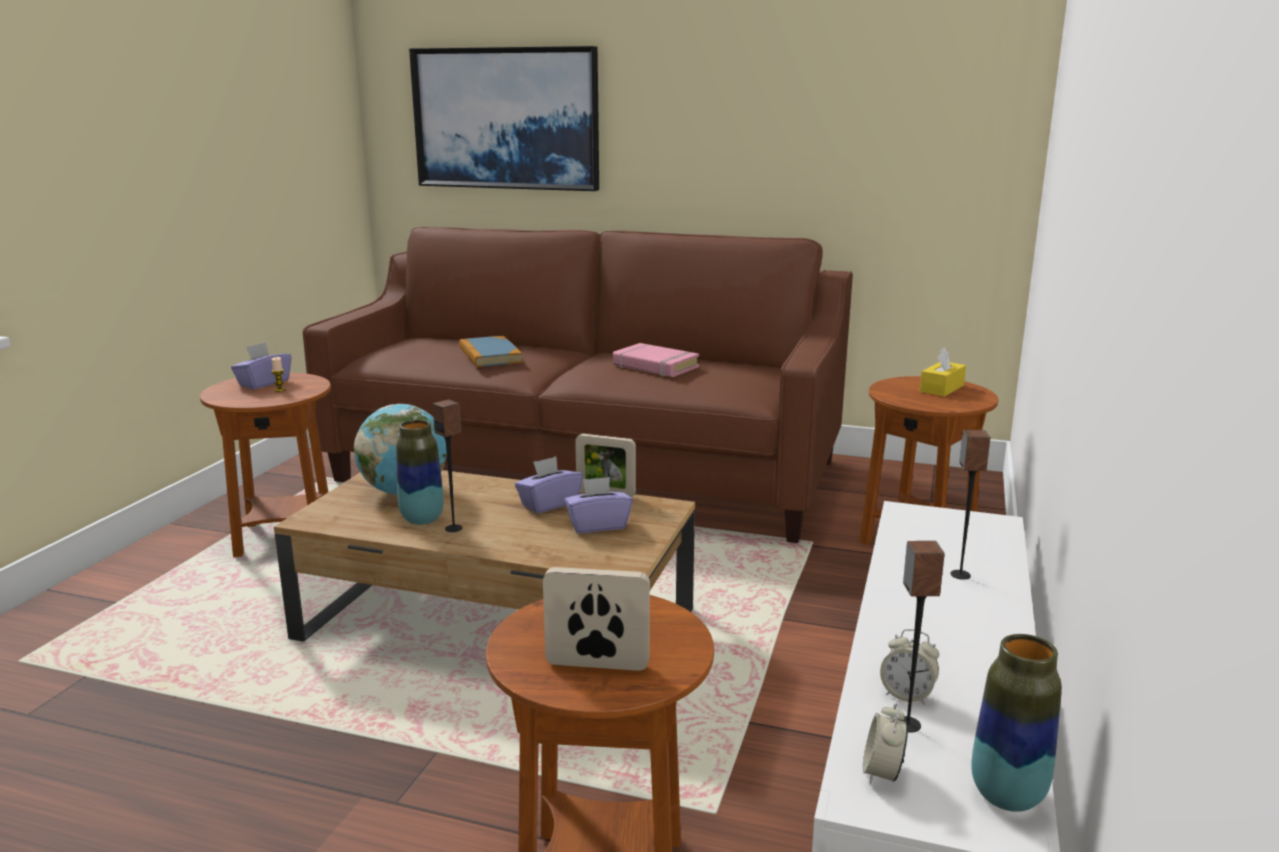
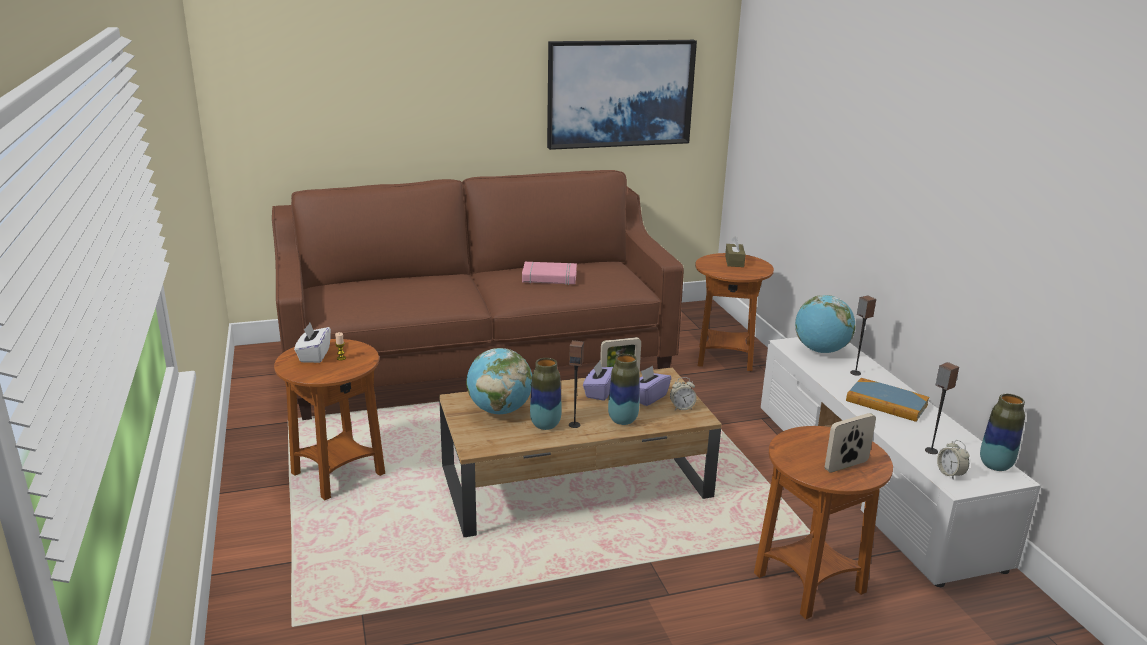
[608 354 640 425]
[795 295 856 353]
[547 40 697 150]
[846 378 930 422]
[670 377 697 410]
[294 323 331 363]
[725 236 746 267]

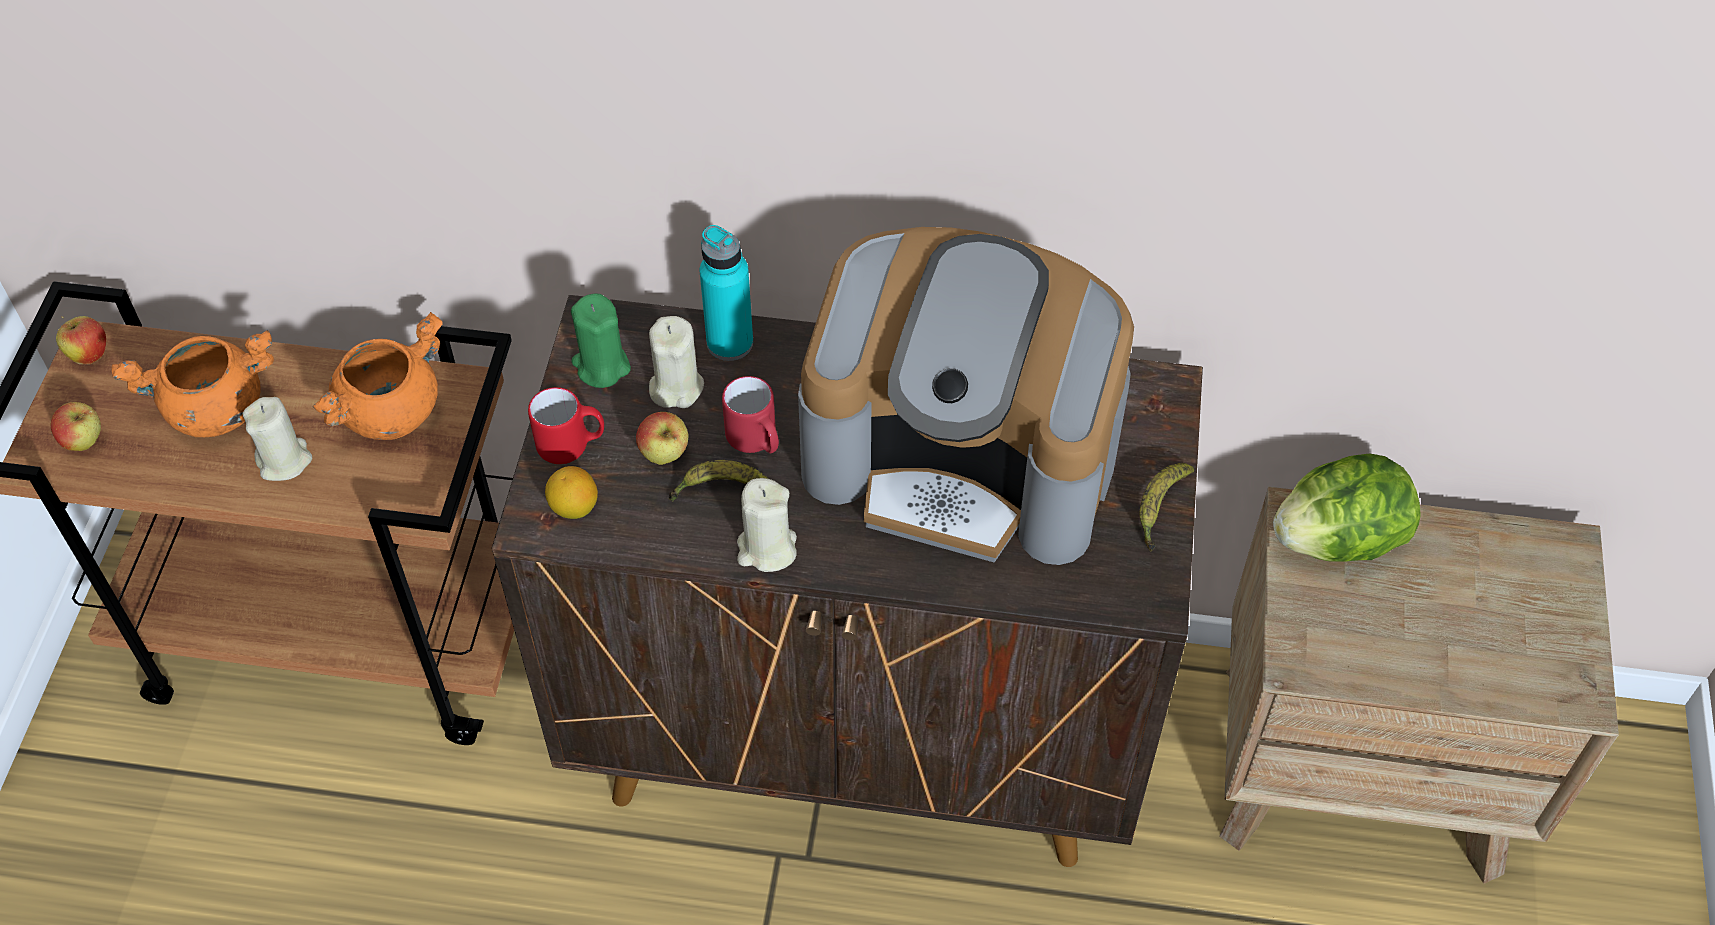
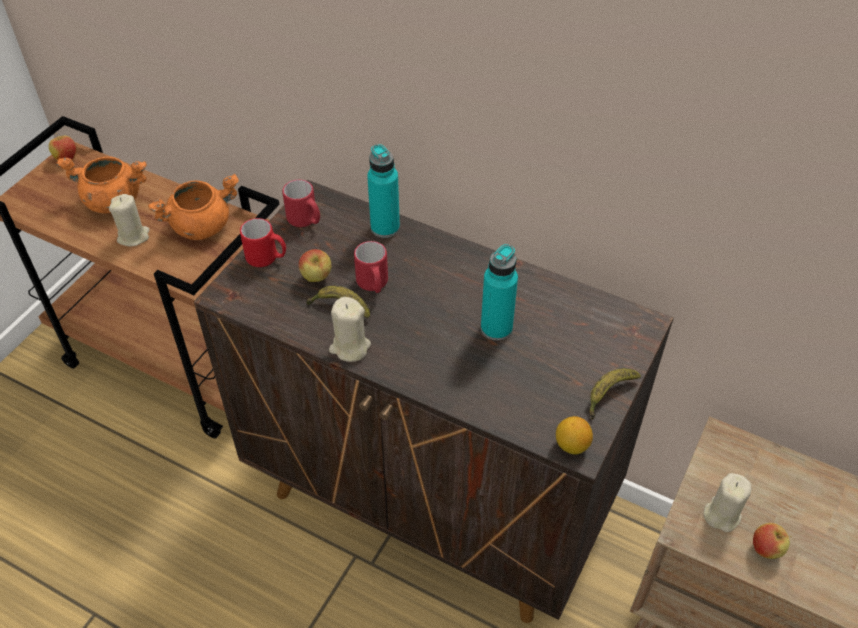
[1273 453 1421 562] (first image)
[753 523 792 559]
[556 416 593 454]
[704 473 751 532]
[282 180 320 227]
[481 244 518 341]

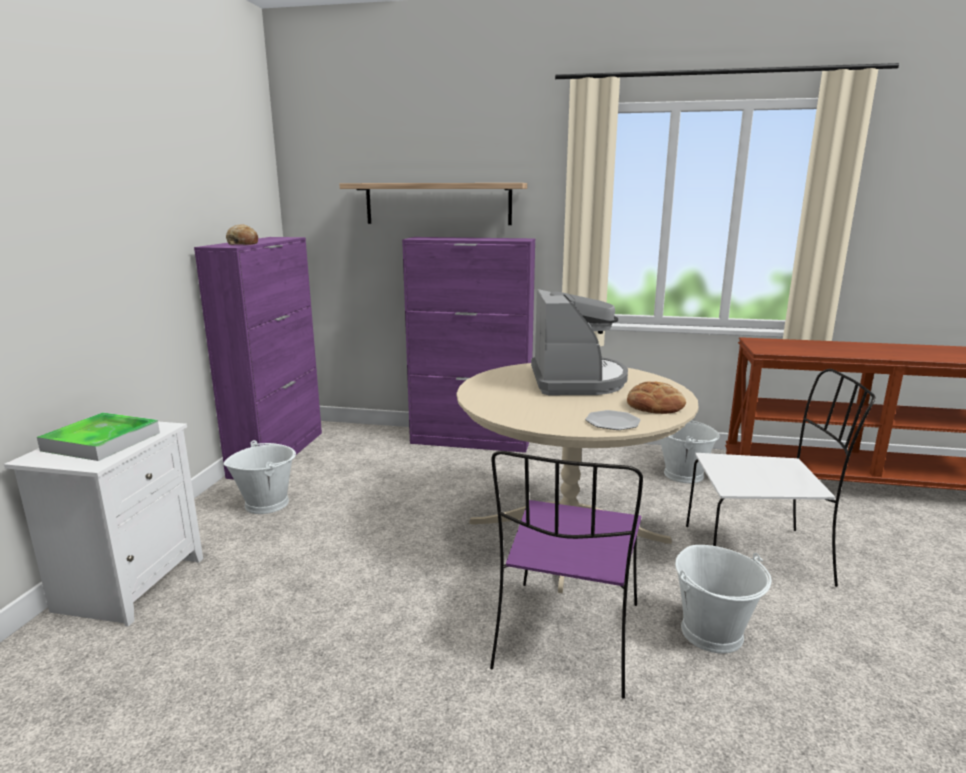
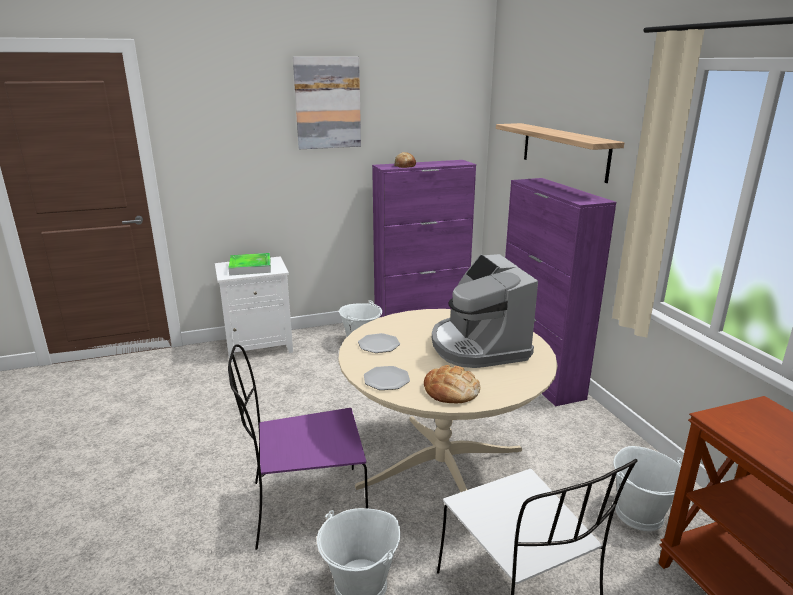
[293 57 361 149]
[358 333 400 353]
[432 254 538 368]

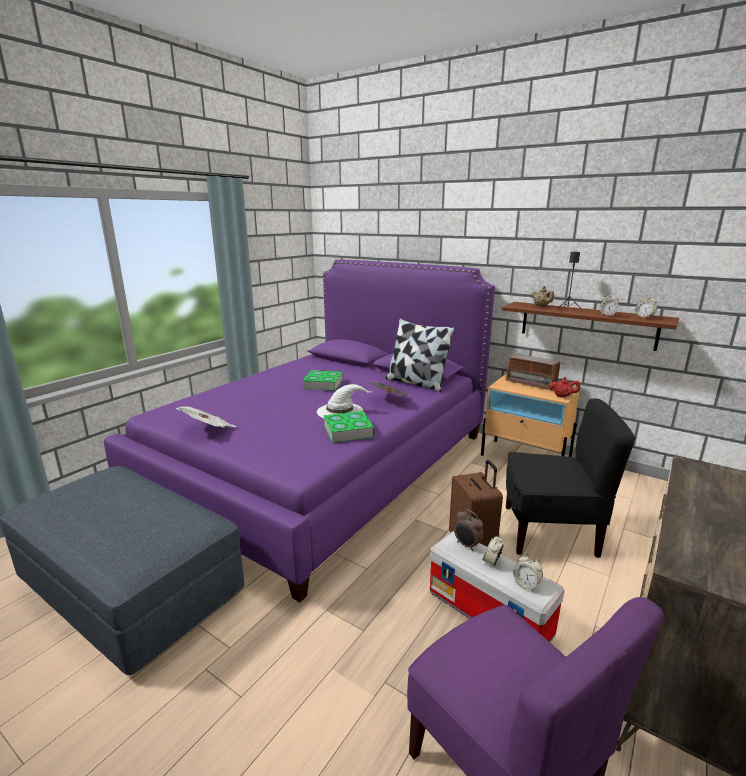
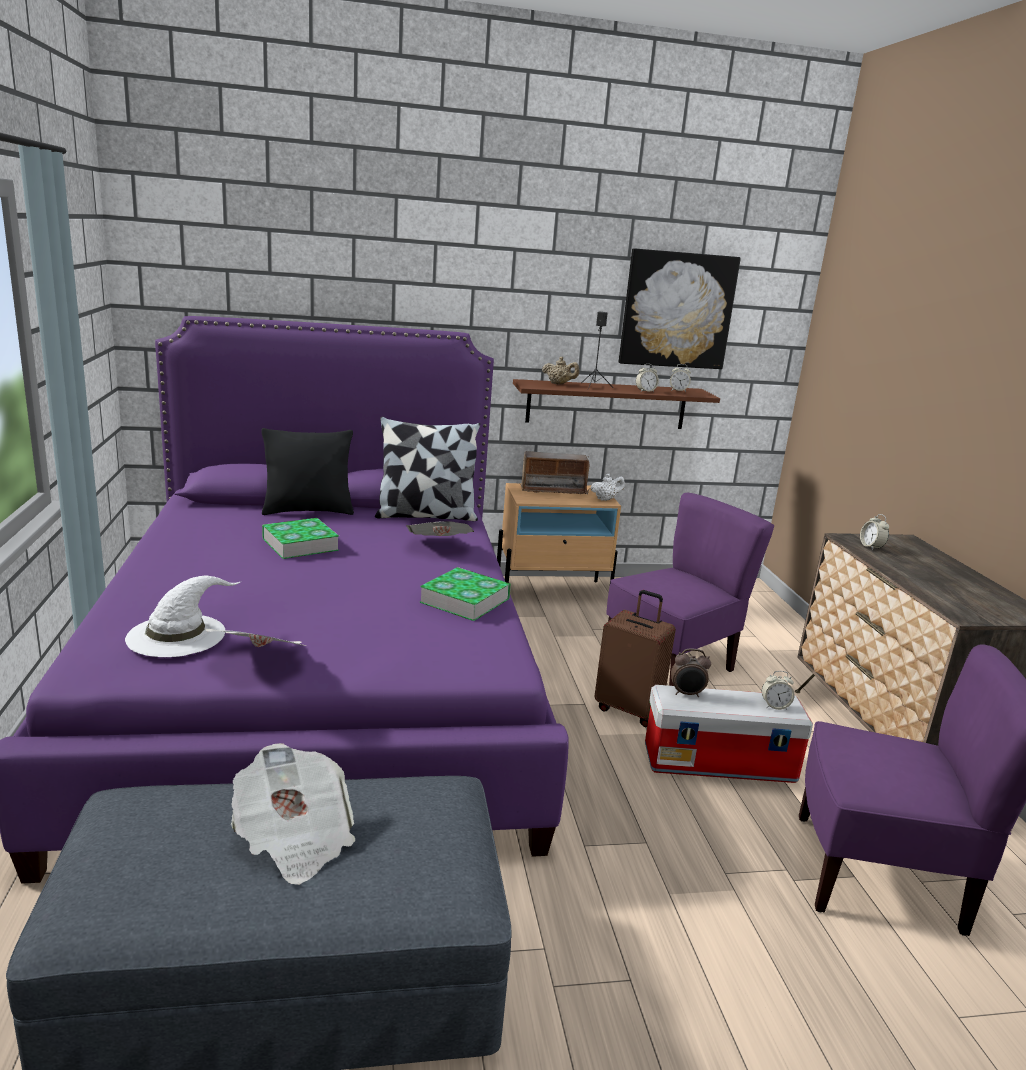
[231 743 355 885]
[261 428 354 515]
[619 248 741 369]
[125 575 240 657]
[860 514 889 551]
[606 493 774 686]
[590 474 625 501]

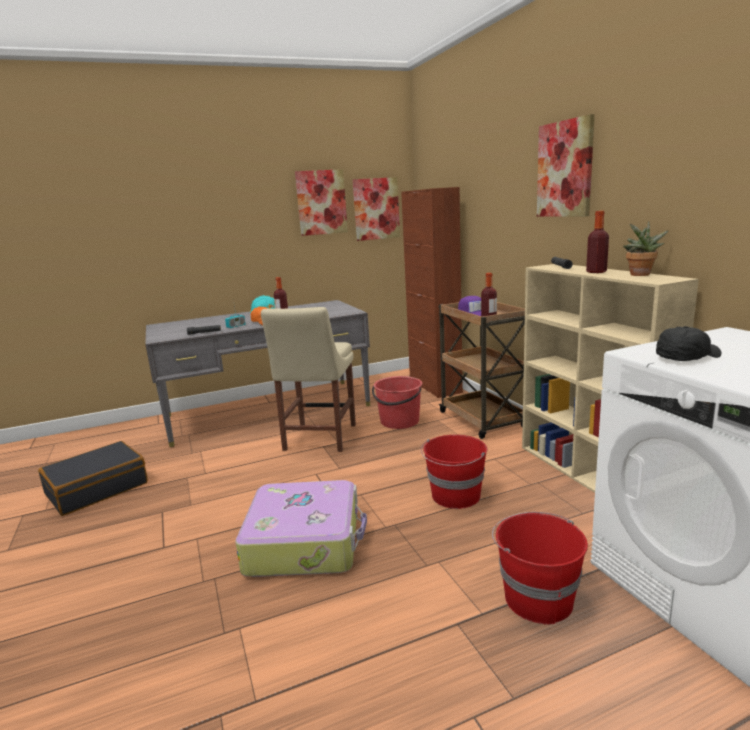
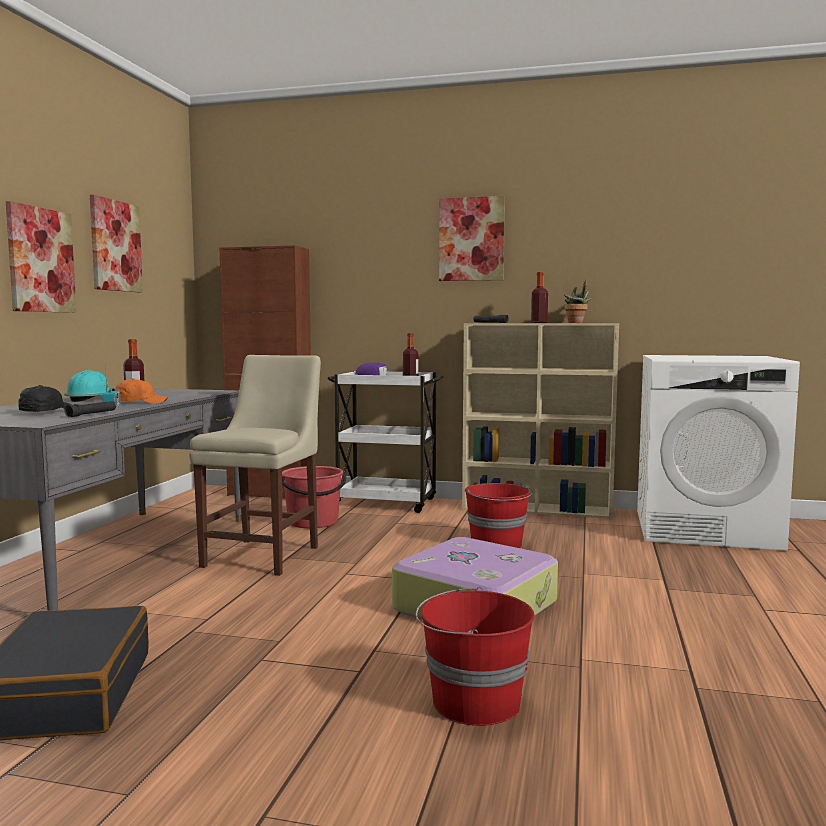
[6 201 76 313]
[416 587 535 726]
[18 385 71 412]
[327 371 444 513]
[189 355 321 576]

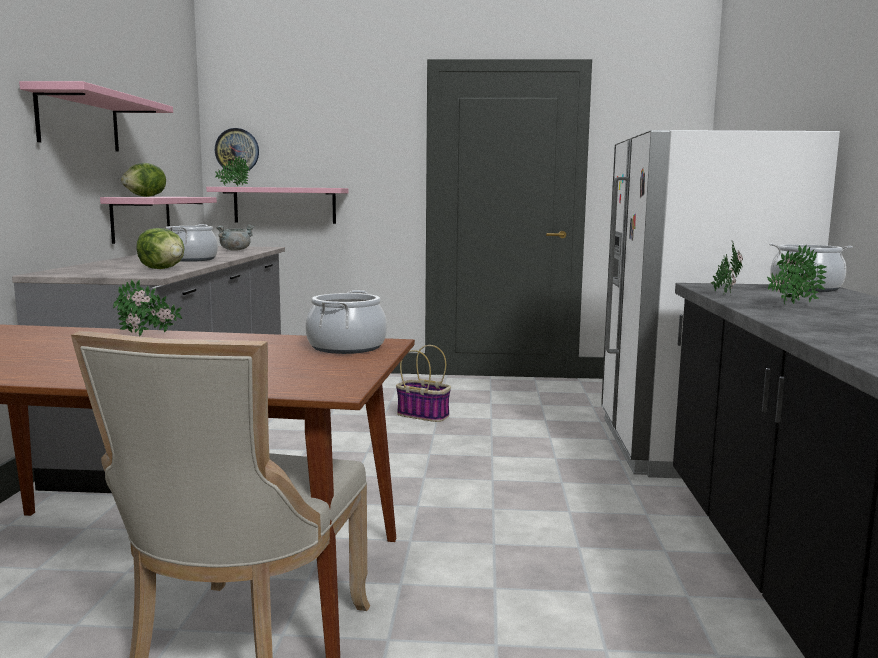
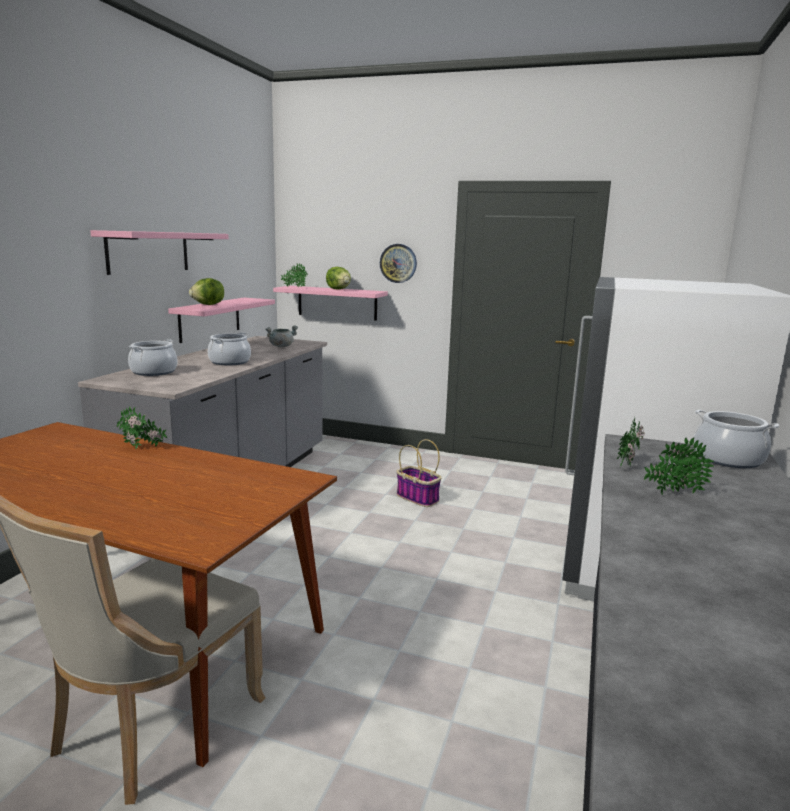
[326 267 351 290]
[380 244 417 283]
[128 339 178 376]

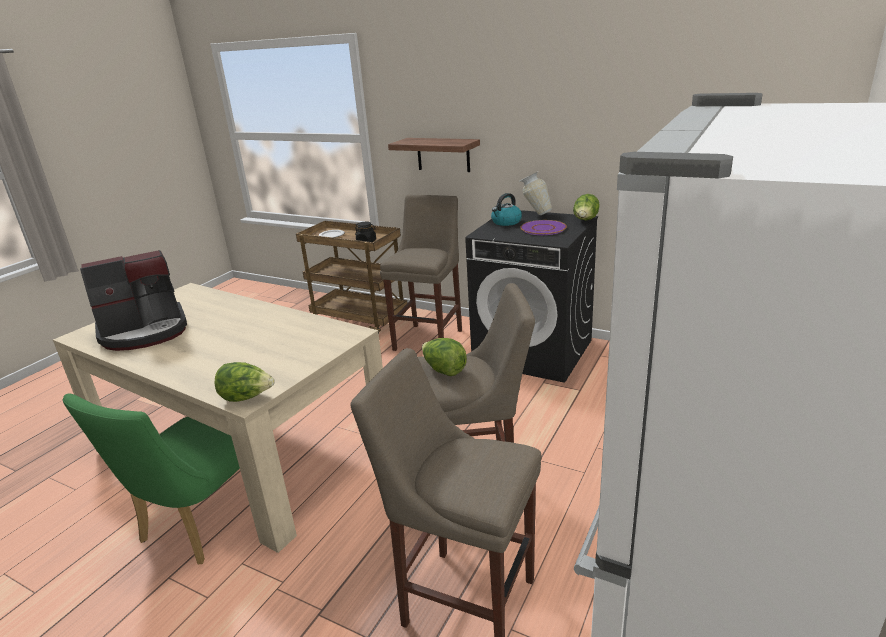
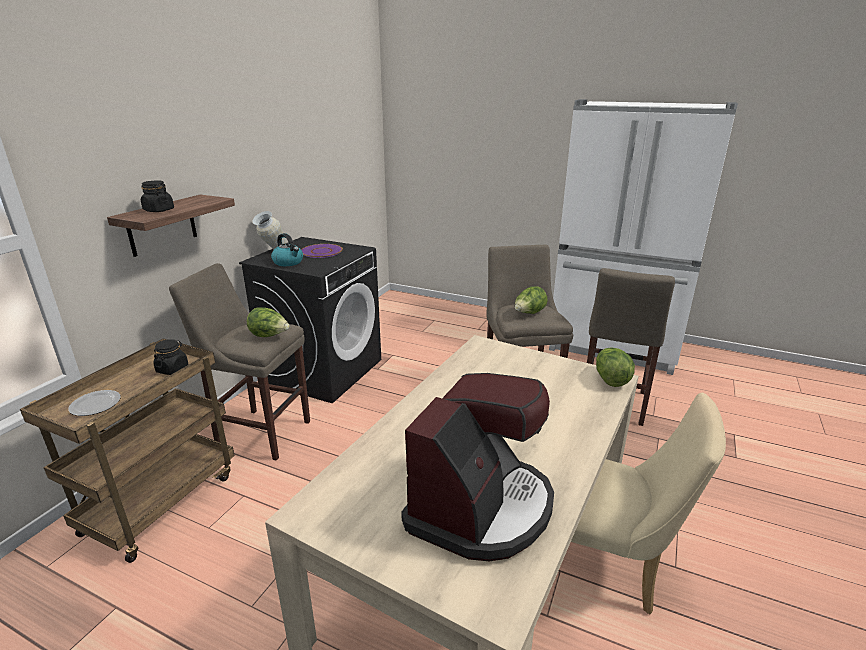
[141 181 174 212]
[247 307 290 337]
[571 393 726 615]
[401 373 554 561]

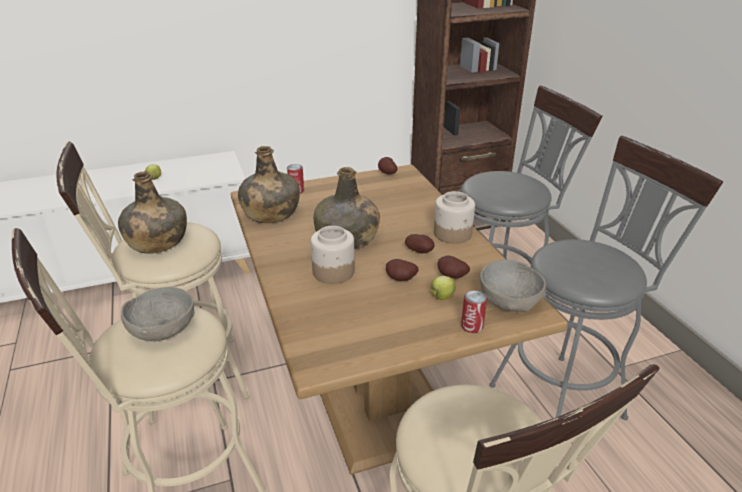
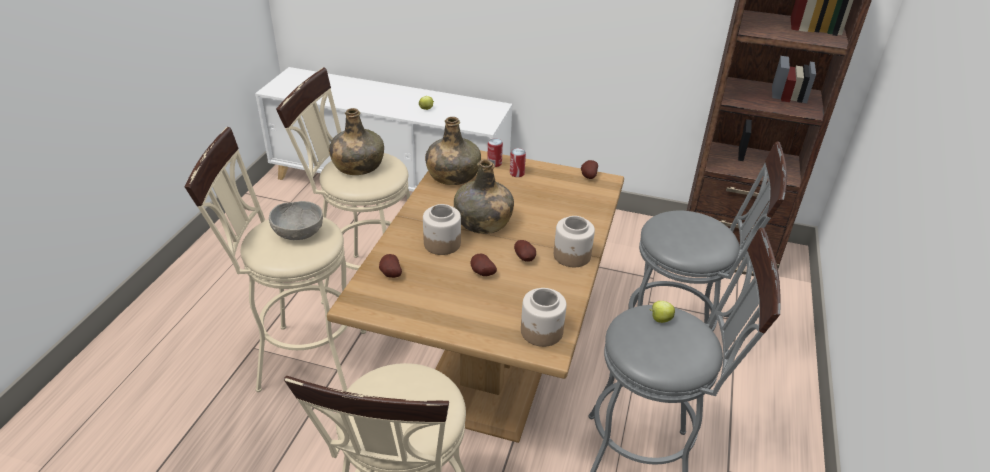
[649 301 675 323]
[379 254 402 278]
[510 148 526 177]
[521 288 567 347]

